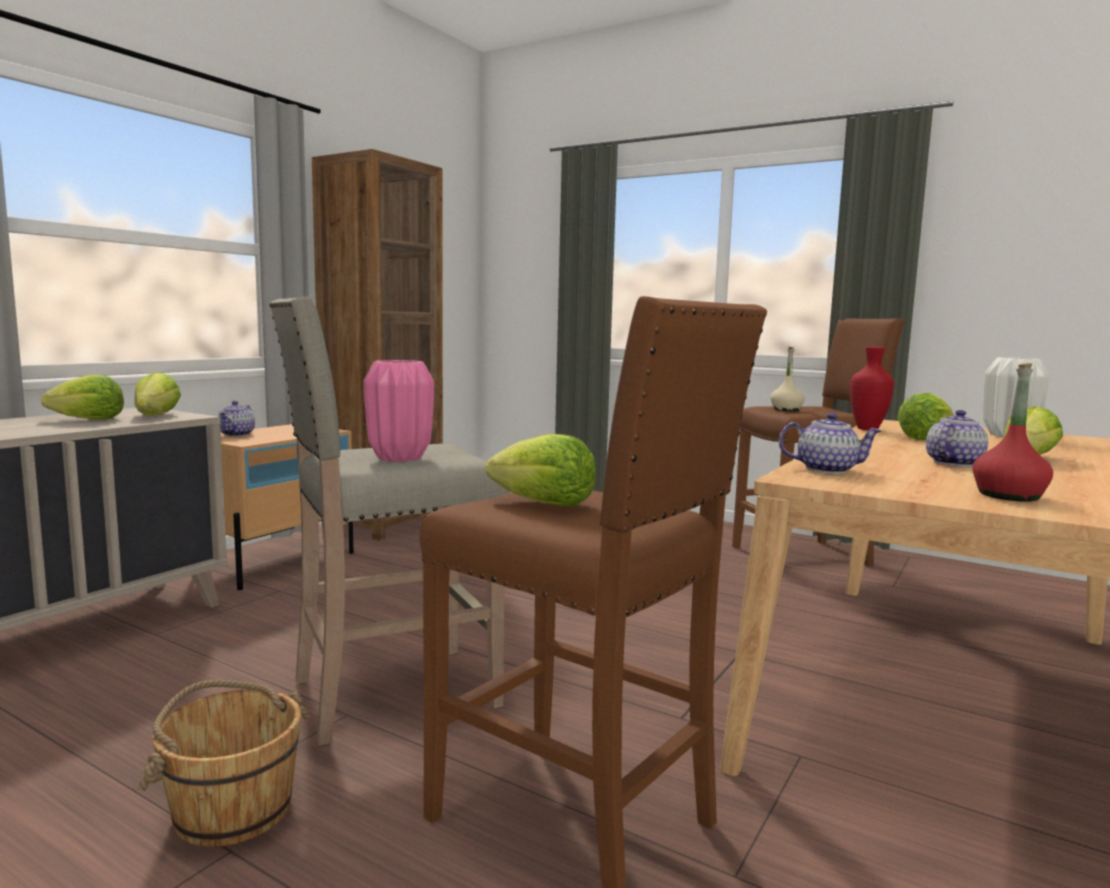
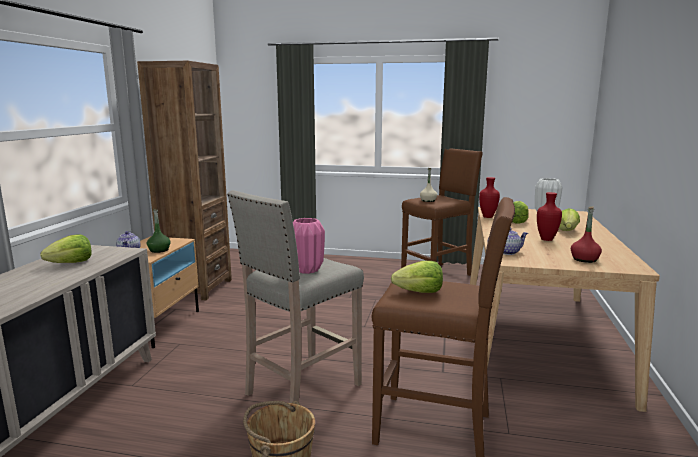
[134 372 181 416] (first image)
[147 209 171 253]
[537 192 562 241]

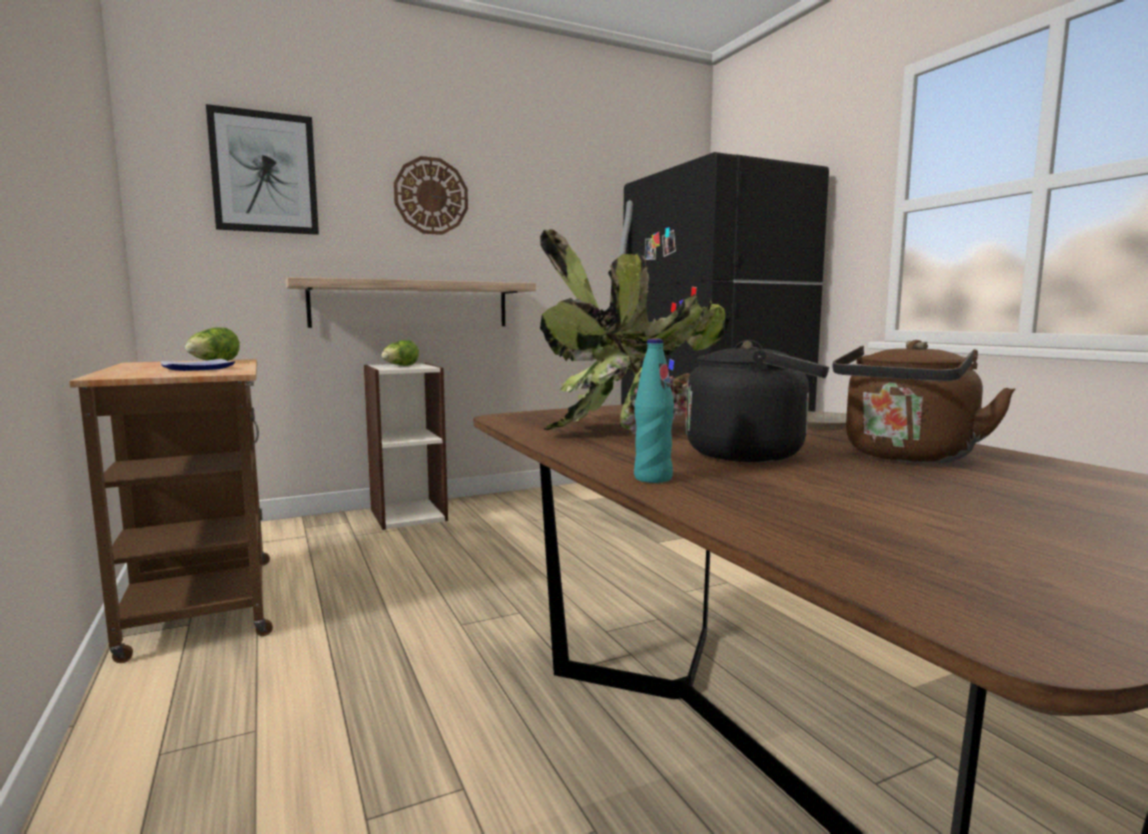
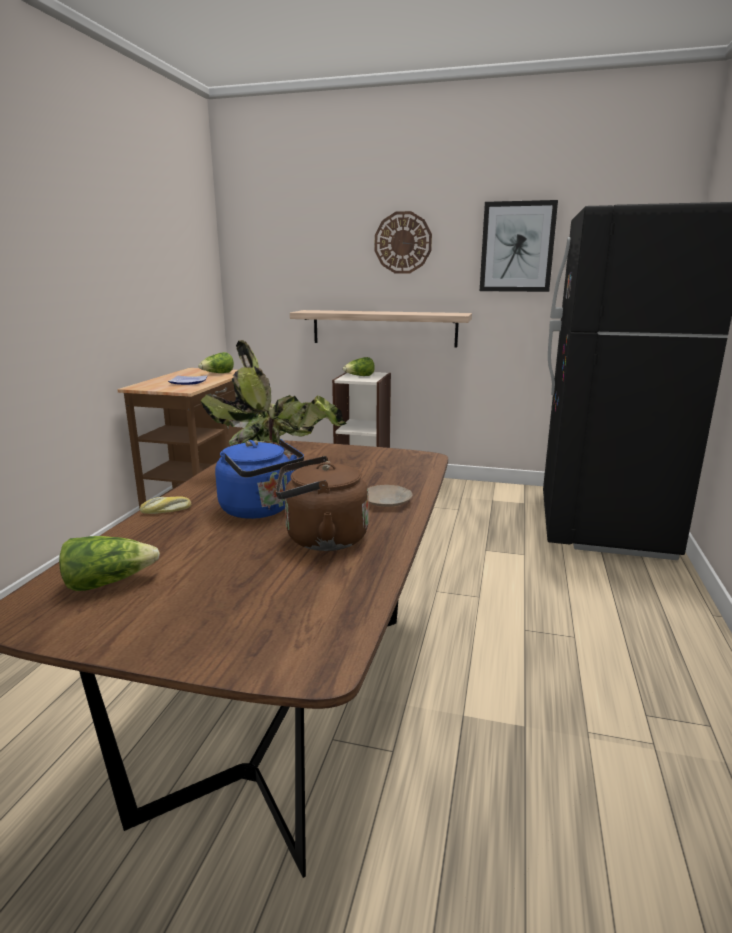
[59 536 160 591]
[480 200 558 292]
[140 496 191 514]
[215 439 304 519]

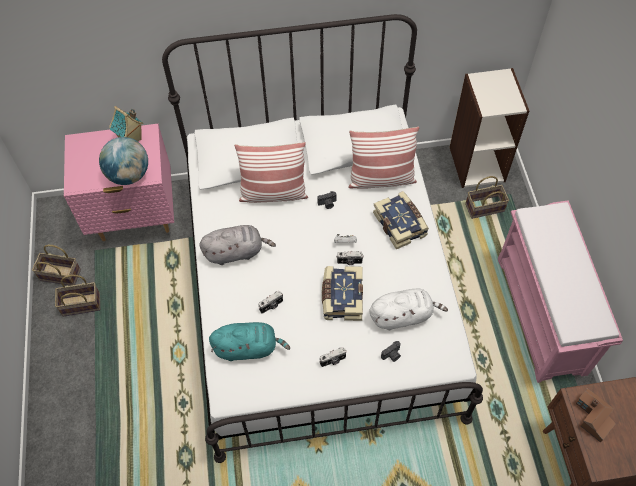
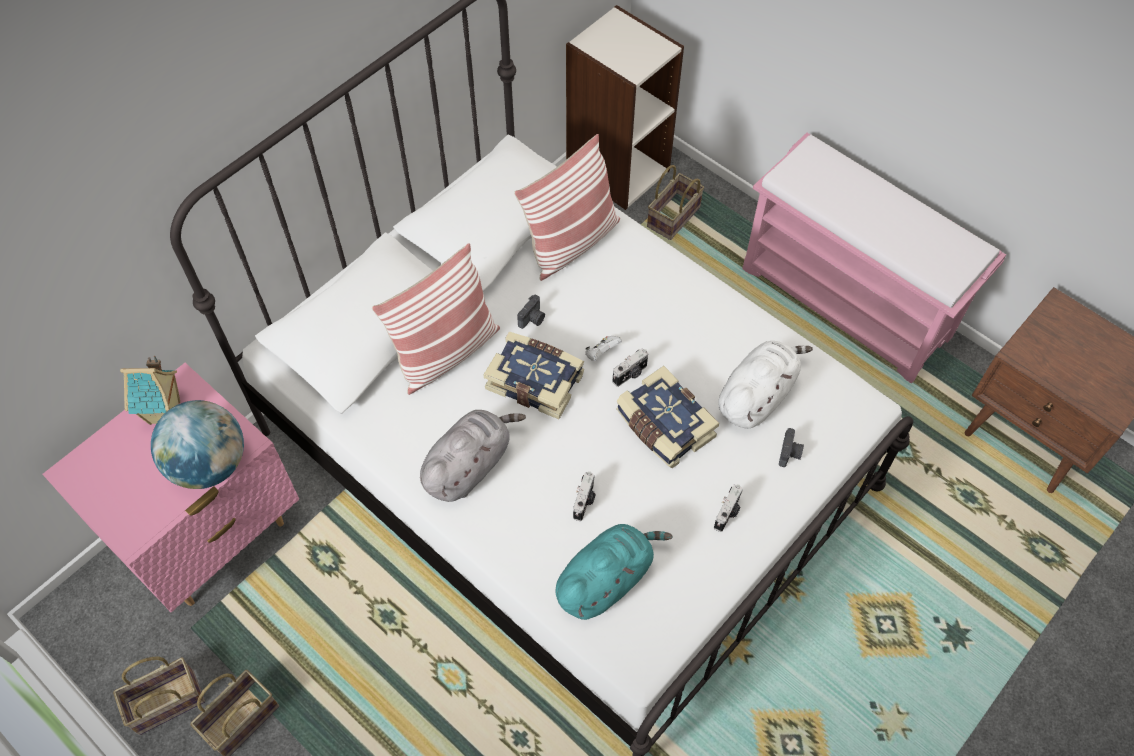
[576 388 616 443] (first image)
[484 331 585 419]

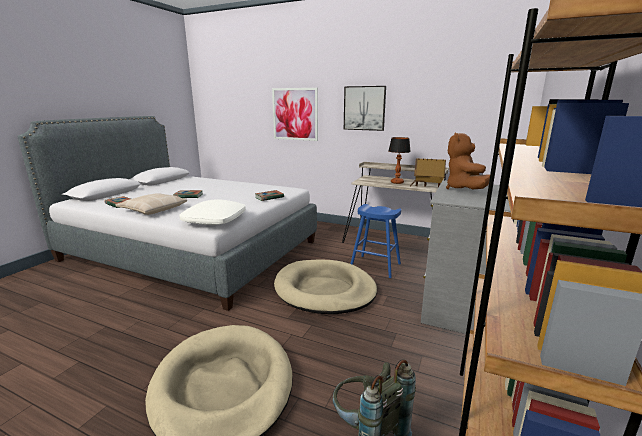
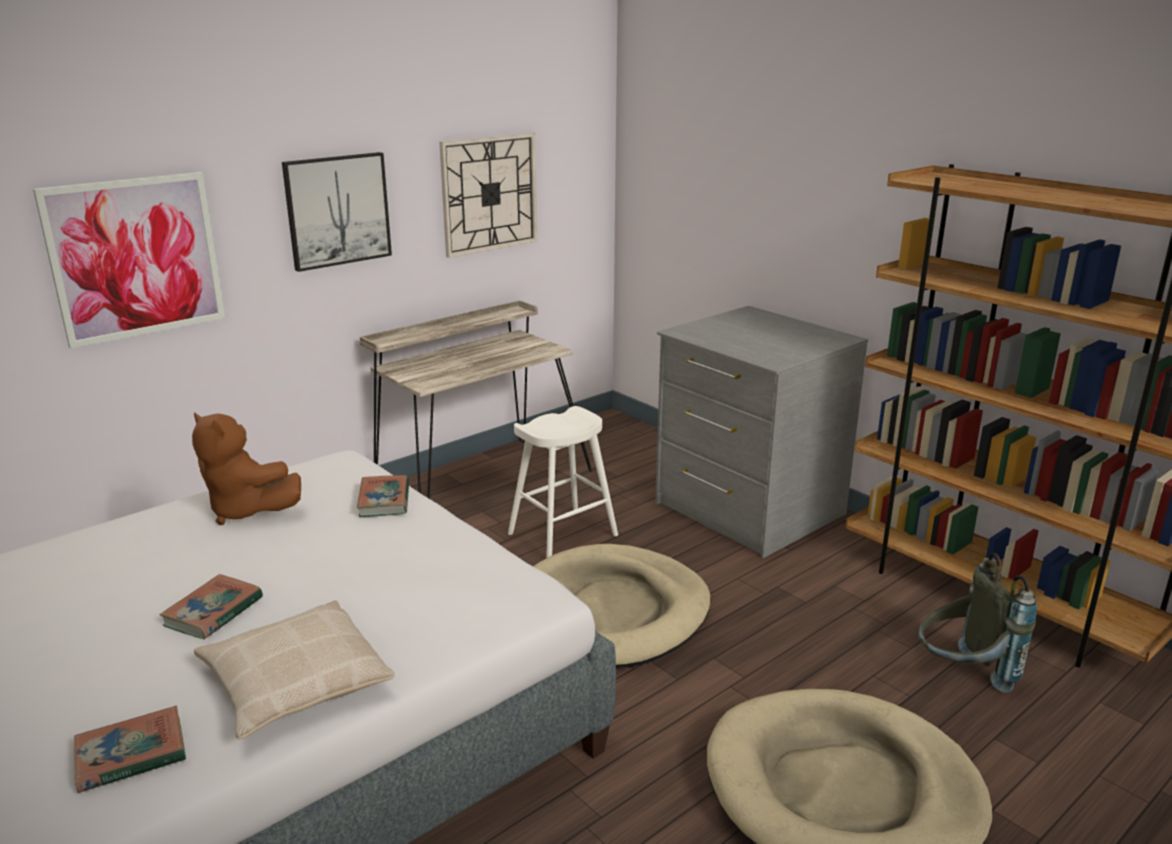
[179 199 246 225] (first image)
[389 137 411 184] (first image)
[410 158 446 187] (first image)
[439 133 537 258]
[192 413 301 525]
[508 406 618 558]

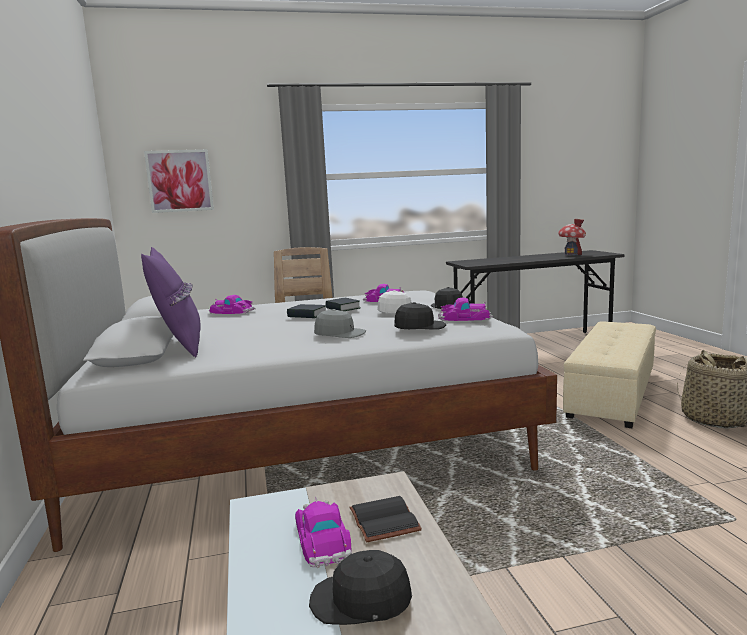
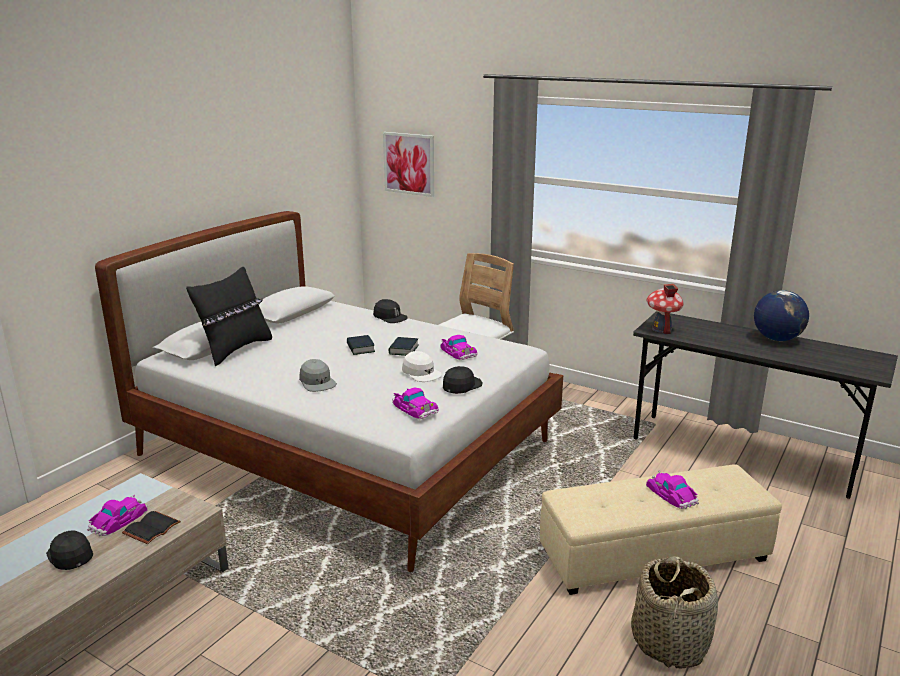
[754 290 809 341]
[646 471 699 509]
[373 299 408 323]
[647 284 683 334]
[186 267 272 366]

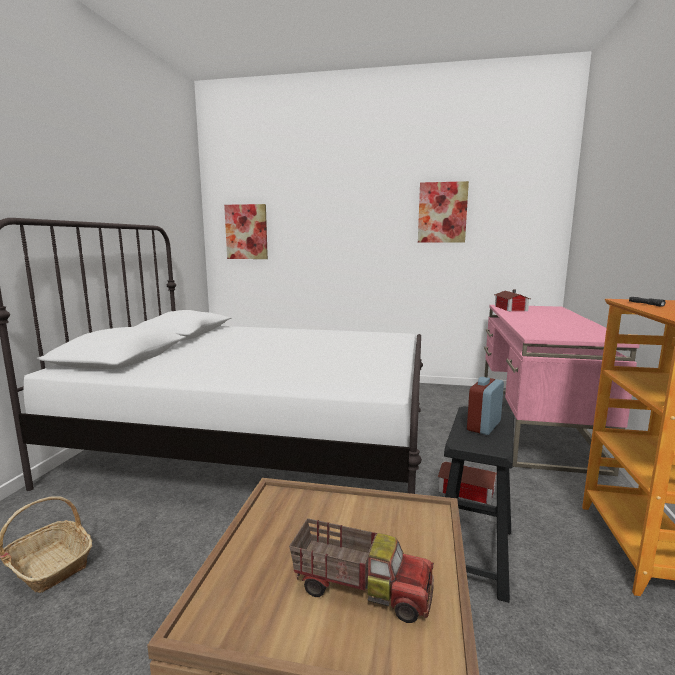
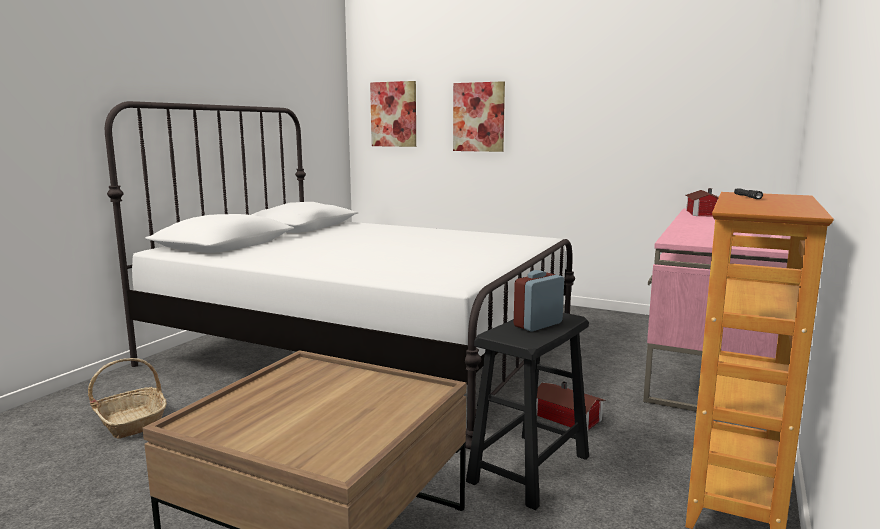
[289 518 434 623] (first image)
[453 81 505 152]

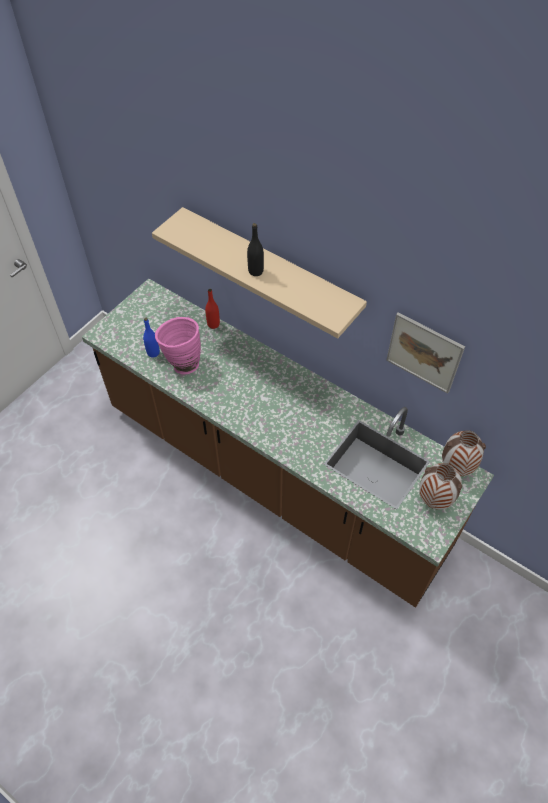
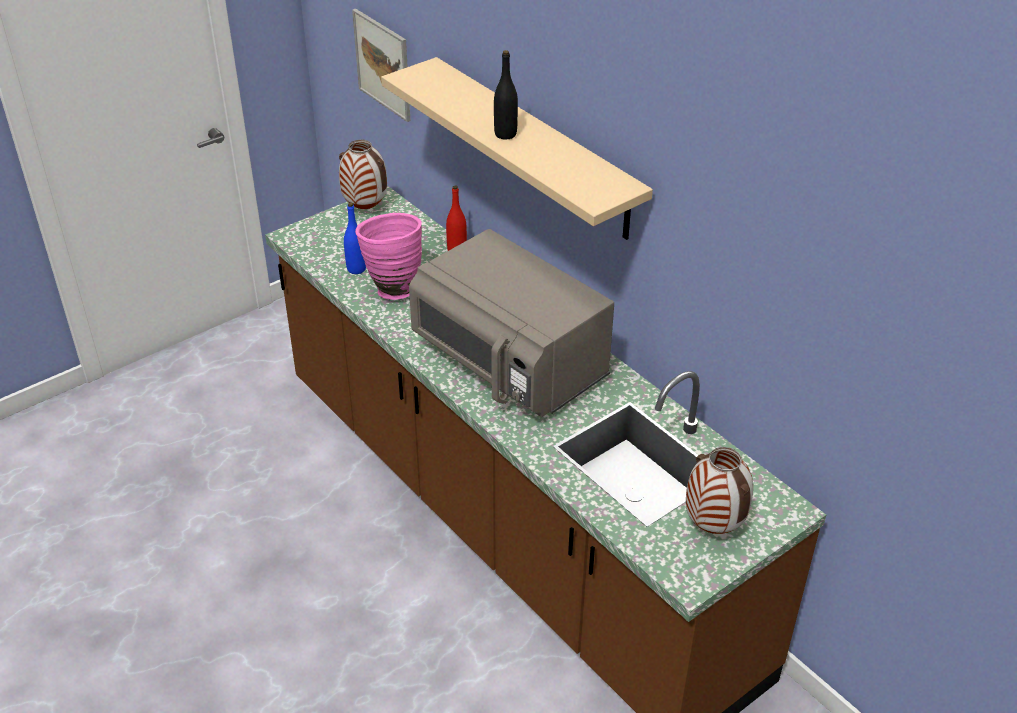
[409 229 614 417]
[352 9 410 122]
[339 139 387 209]

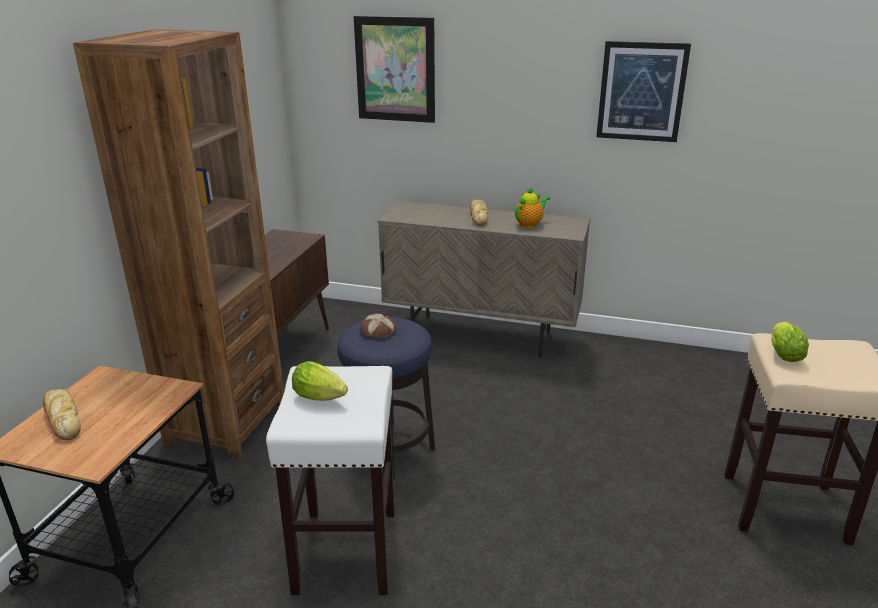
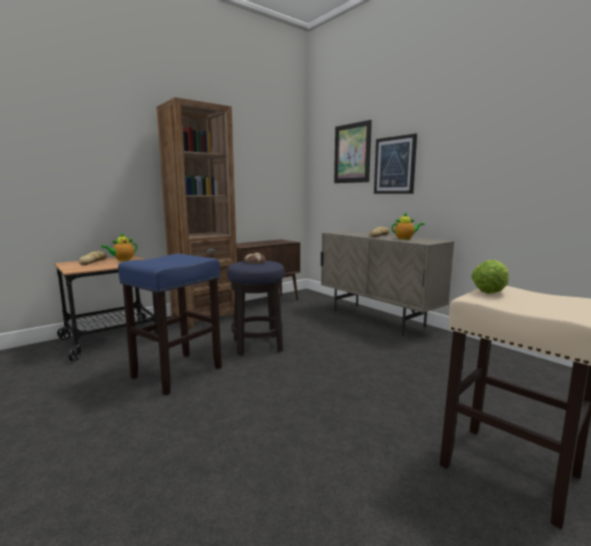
[292 361 348 401] (first image)
[101 232 137 261]
[374 133 417 194]
[118 254 222 395]

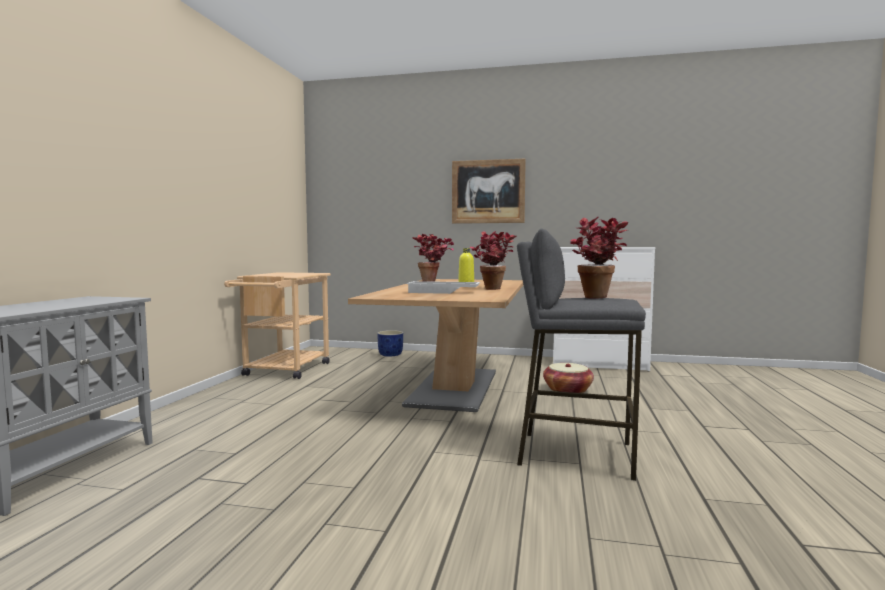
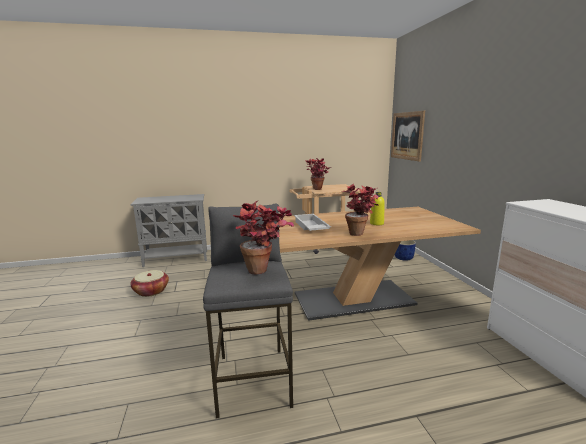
[306 158 331 190]
[391 111 425 162]
[130 270 169 297]

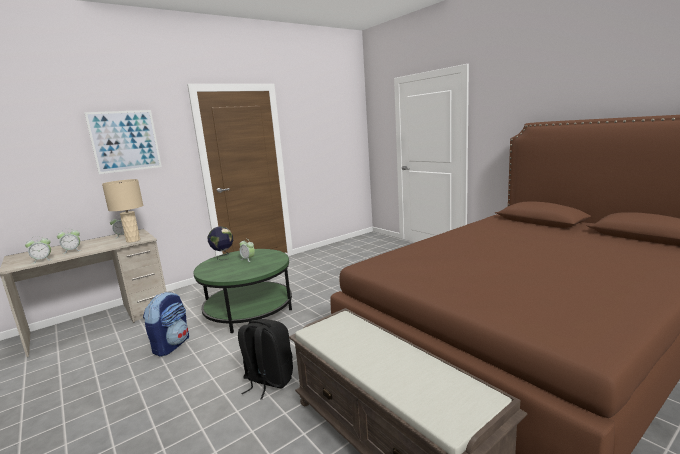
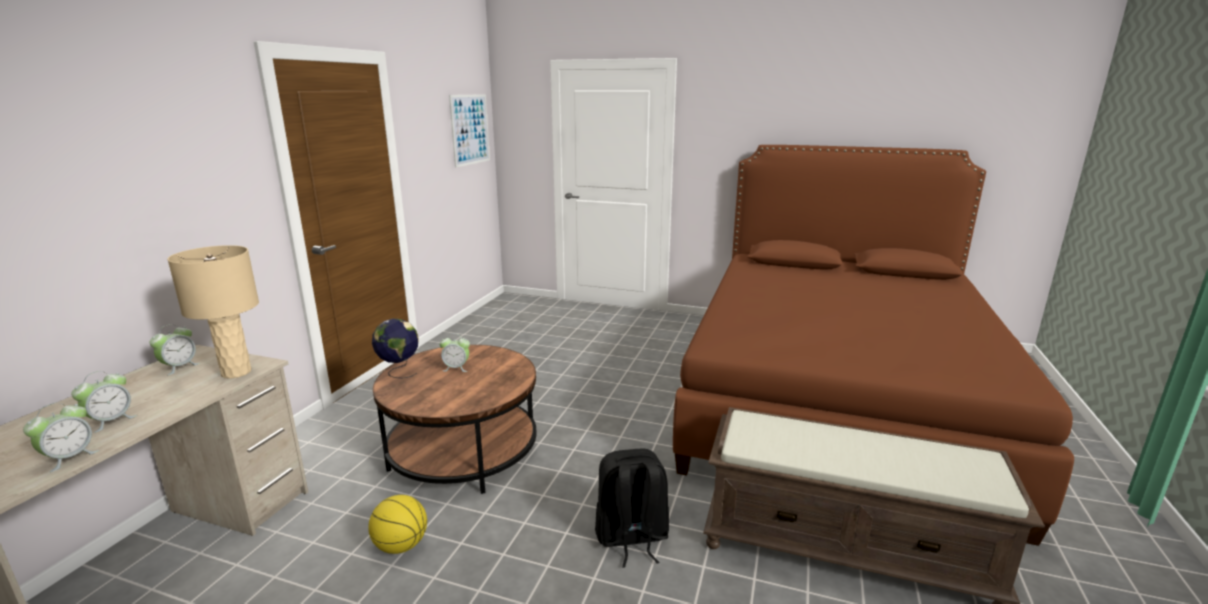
[449 94 490 168]
[368 495 427 554]
[373 345 536 494]

